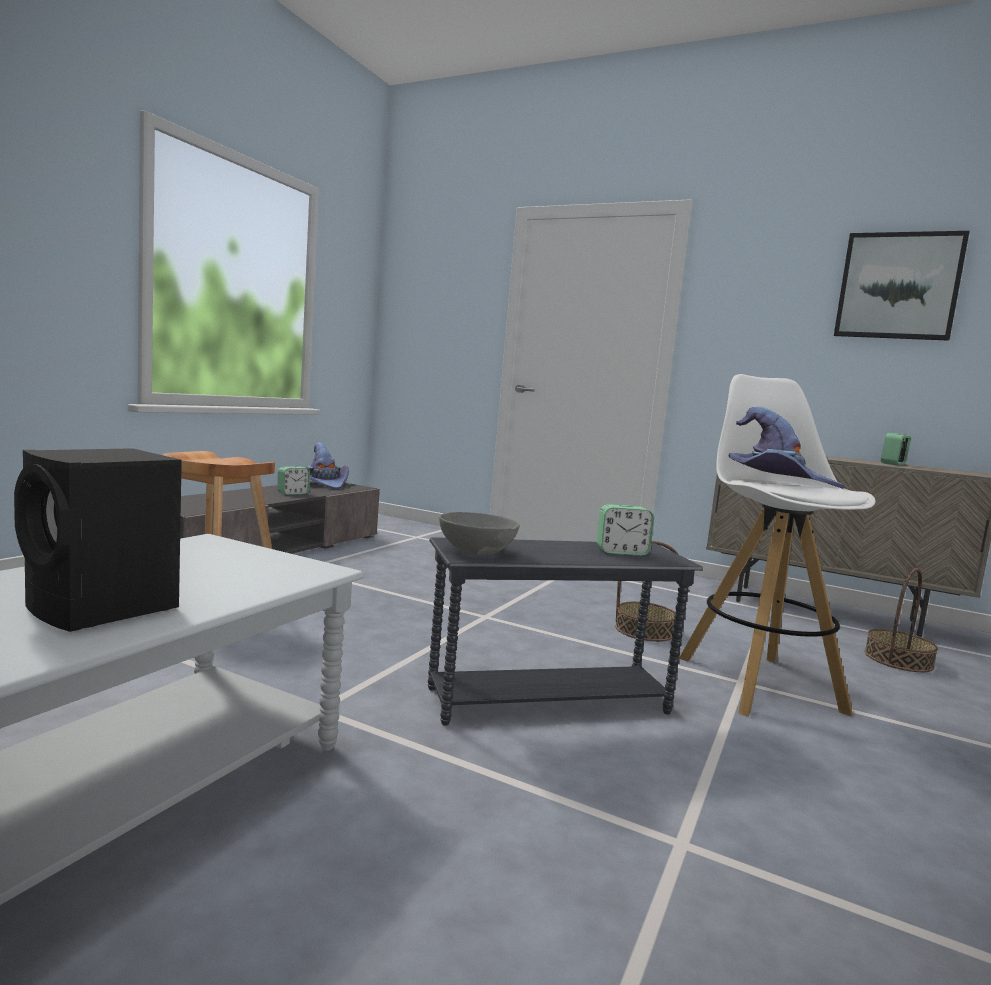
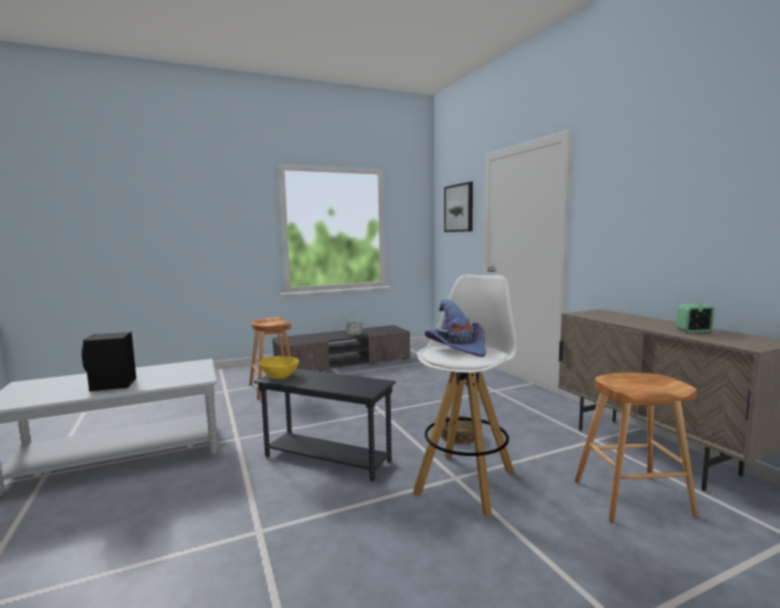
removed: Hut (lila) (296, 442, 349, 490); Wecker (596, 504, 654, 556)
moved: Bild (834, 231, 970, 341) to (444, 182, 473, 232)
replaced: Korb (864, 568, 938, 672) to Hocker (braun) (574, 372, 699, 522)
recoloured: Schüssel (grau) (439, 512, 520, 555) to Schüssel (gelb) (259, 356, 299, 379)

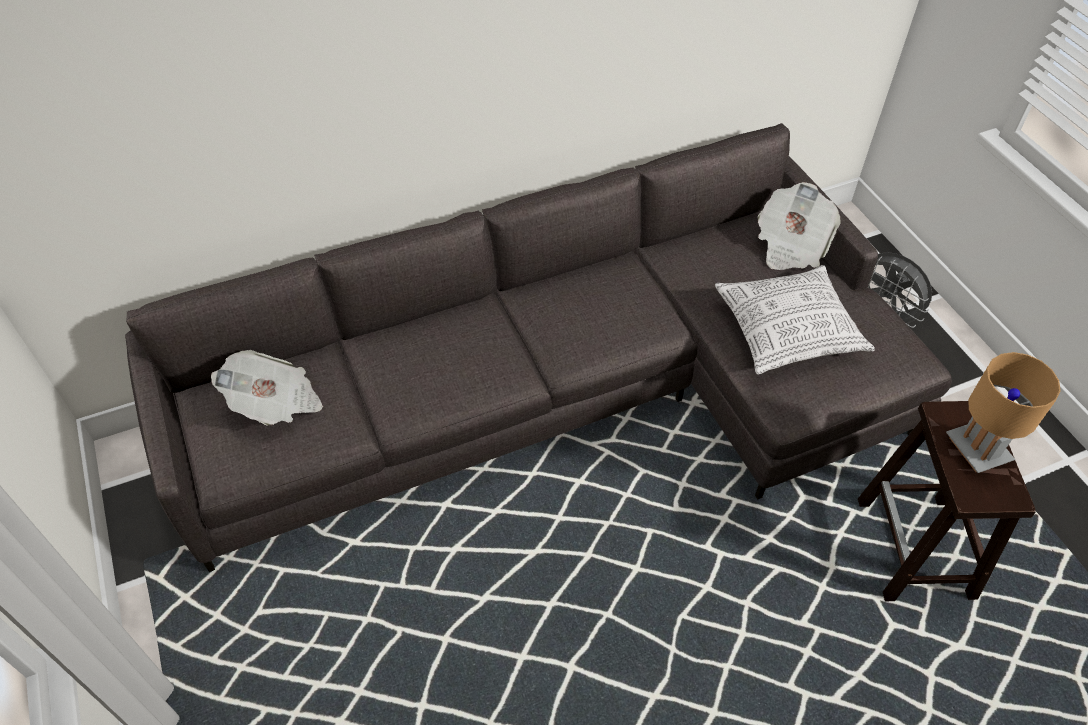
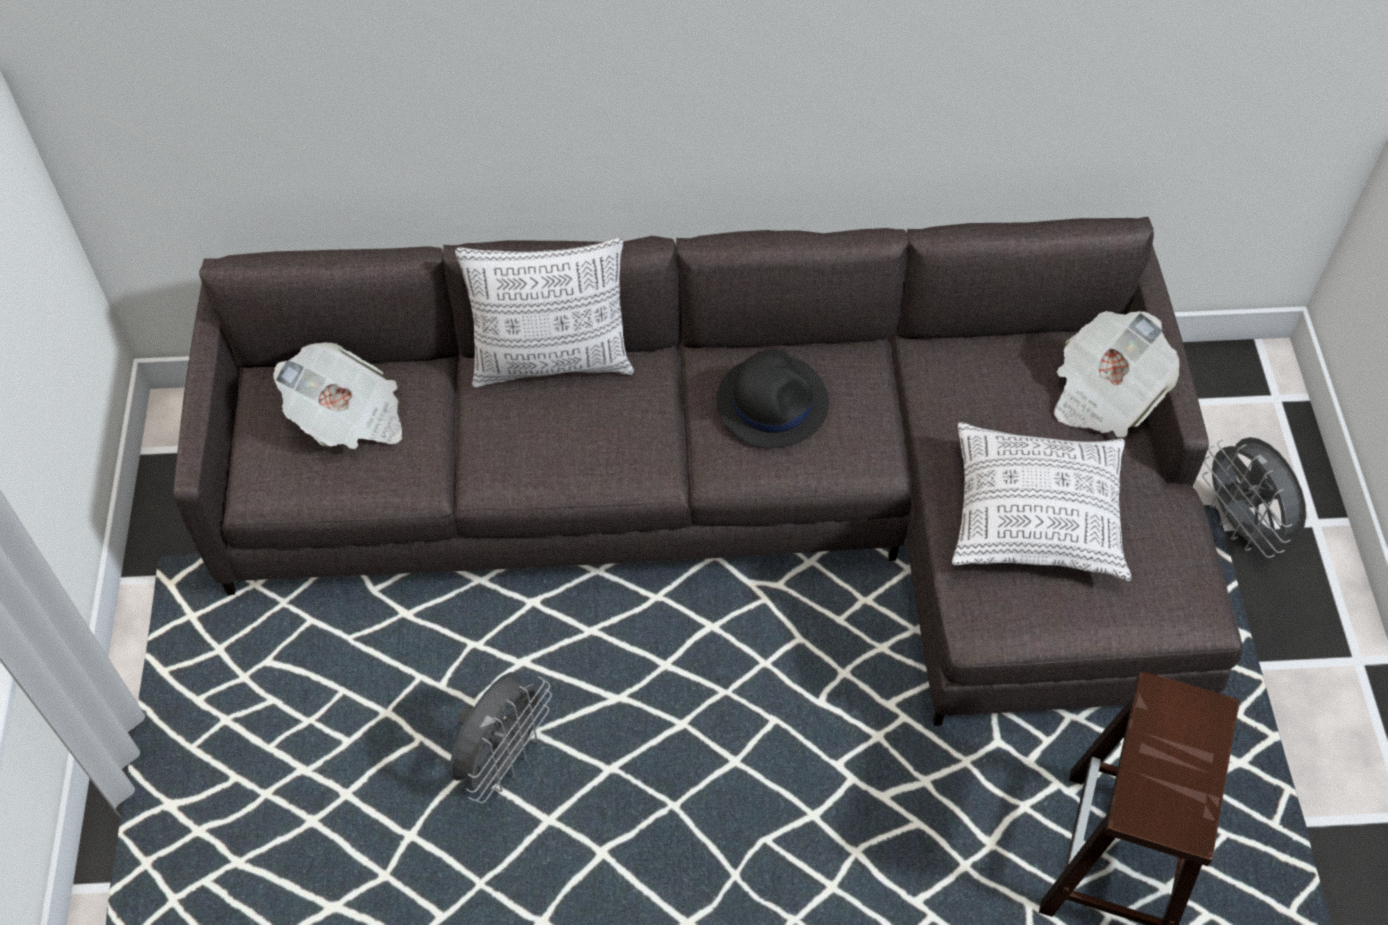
removed: Tischlampe (braun) (946, 352, 1061, 473)
added: Ventilator (grau) (450, 672, 552, 804); Kissen (455, 238, 634, 388); Hut (schwarz) (716, 350, 829, 448)

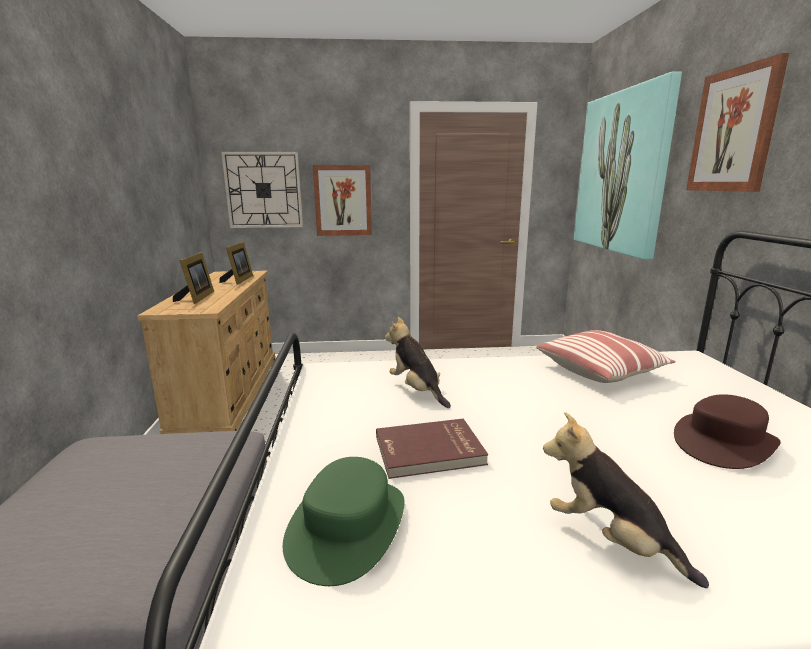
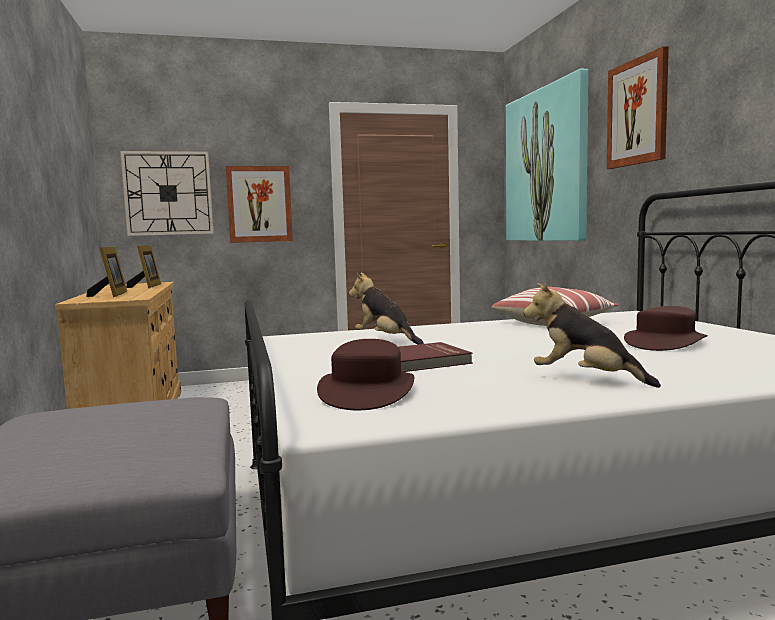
recoloured: Hut (grün) (283, 457, 405, 586) to Hut (braun) (317, 339, 414, 410)

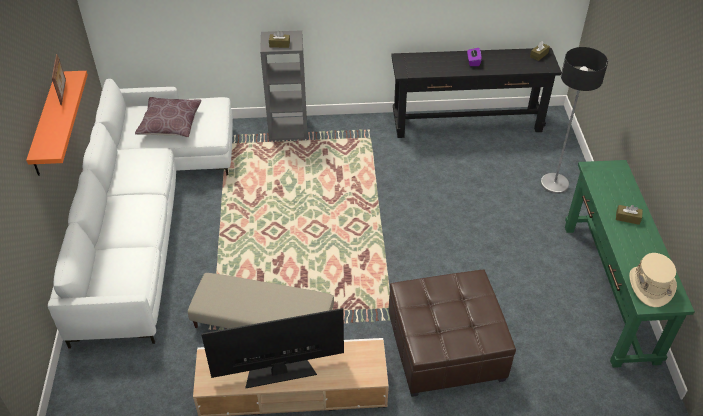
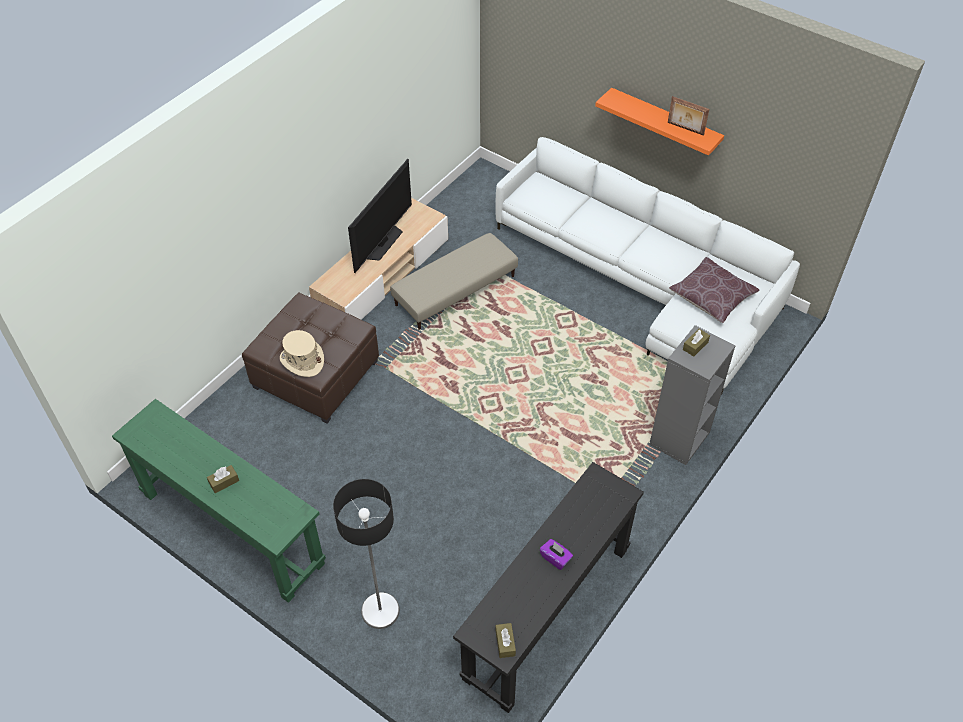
moved: Hut (beige) (629, 253, 677, 307) to (280, 330, 324, 377)

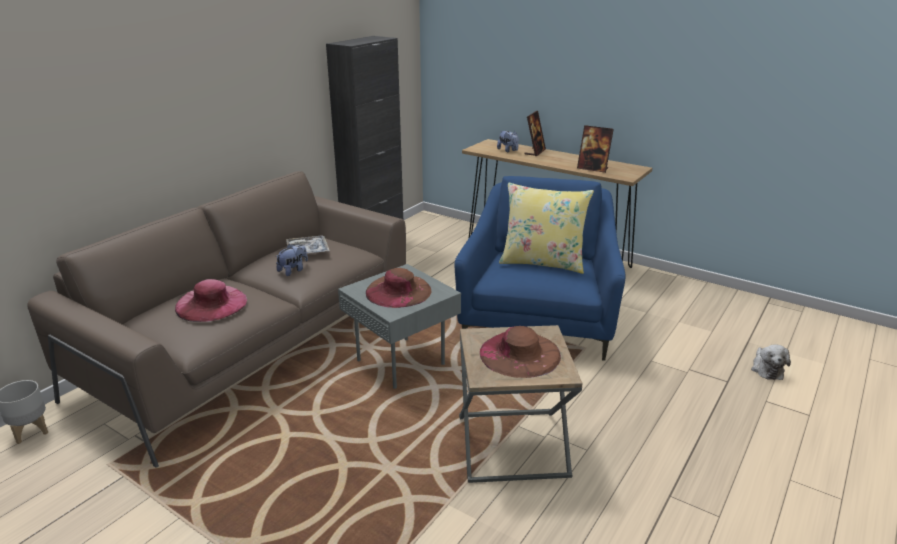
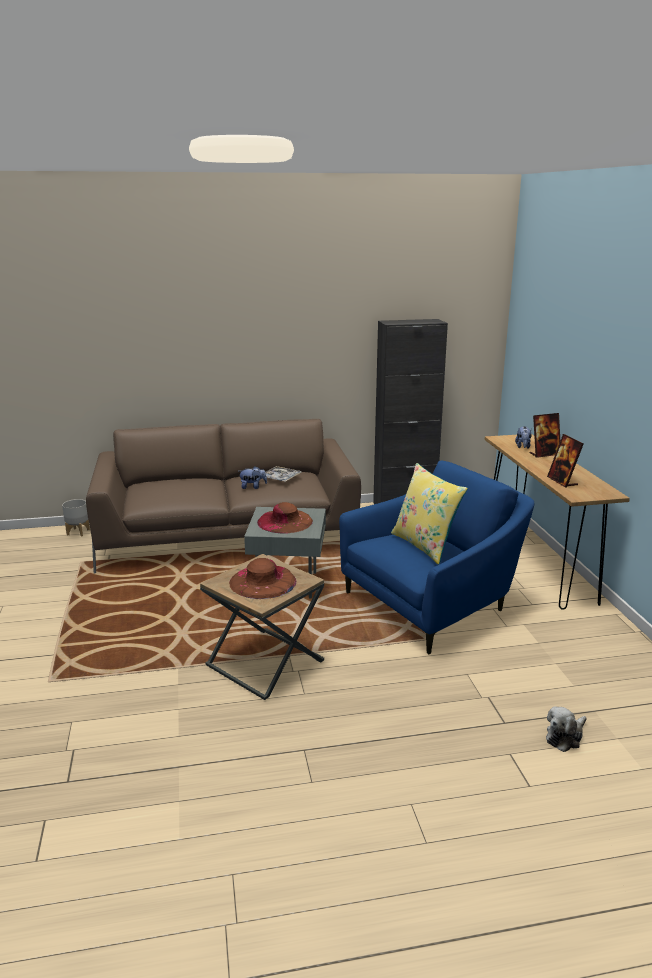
removed: Hut (rosa) (175, 279, 247, 322)

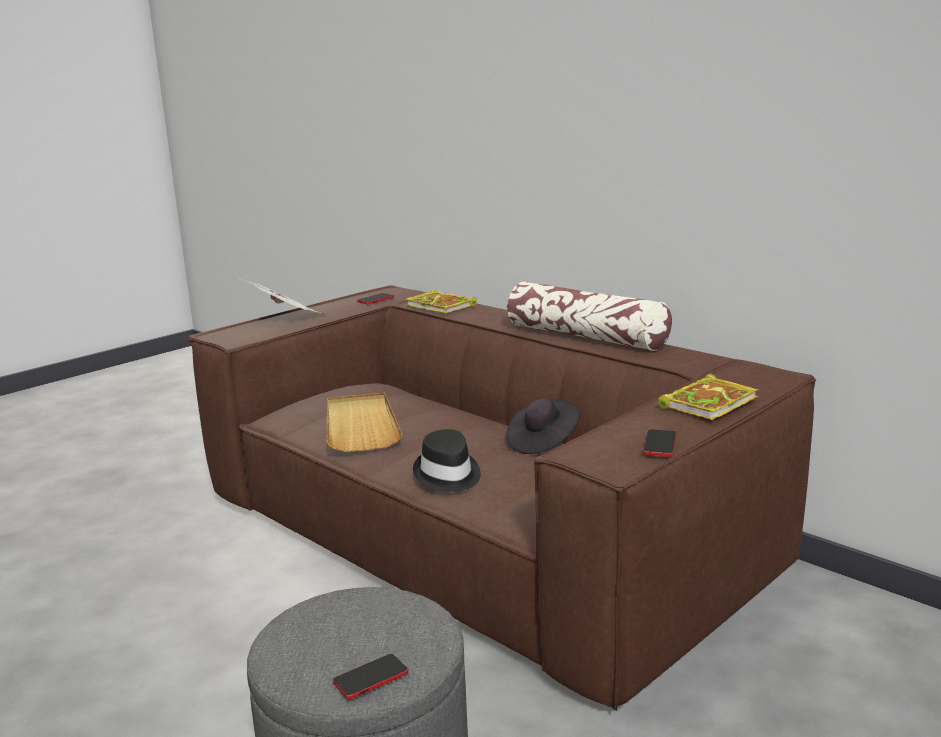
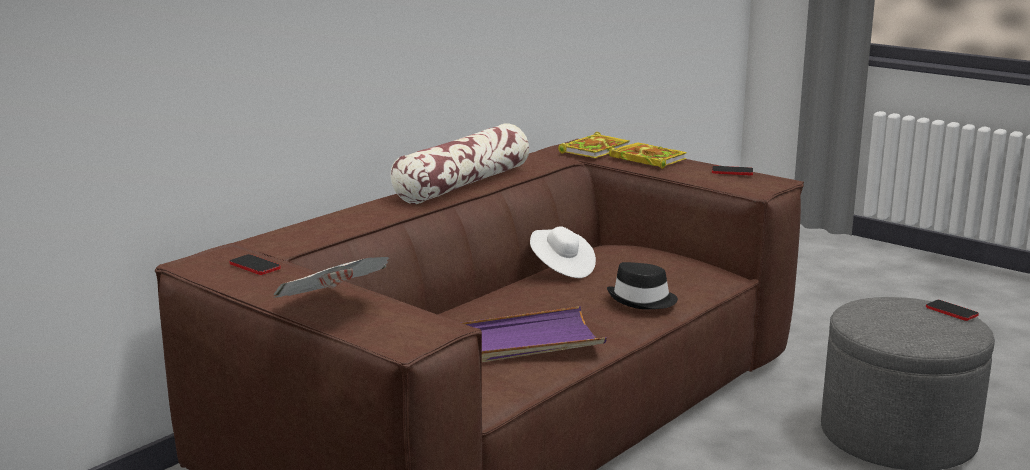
moved: Buch (406, 289, 477, 313) to (558, 132, 630, 158)
recoloured: Tablett (beige) (327, 393, 403, 452) to Tablett (lila) (460, 306, 607, 362); Hut (schwarz) (506, 398, 580, 454) to Hut (weiß) (530, 226, 596, 278)

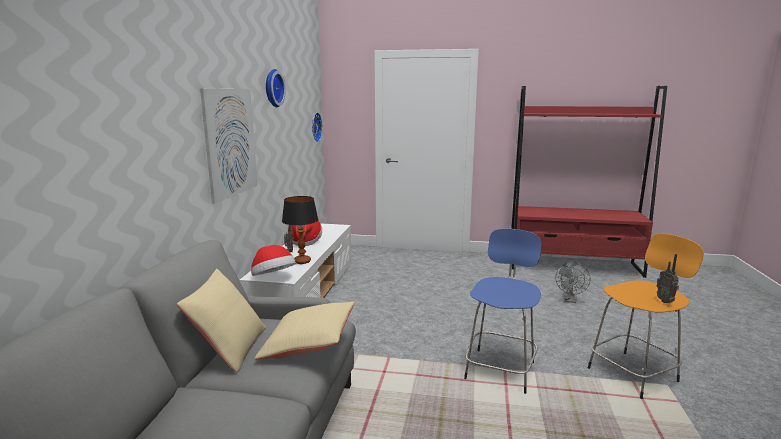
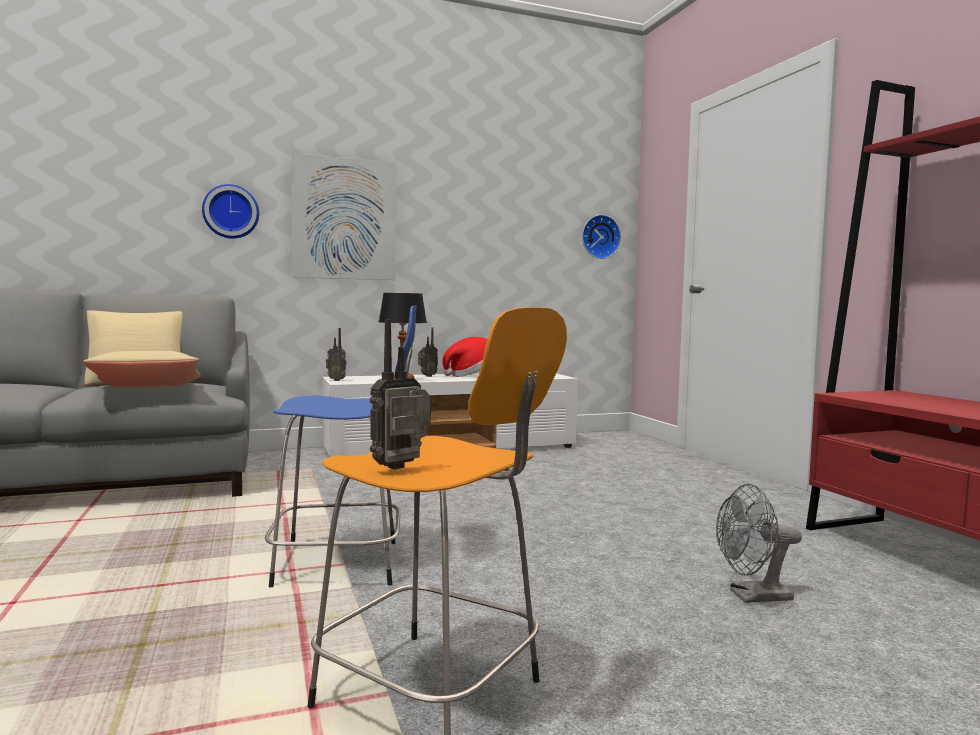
moved: Wanduhr (266, 69, 286, 107) to (202, 184, 259, 239)
replaced: Hut (251, 245, 296, 276) to Radio (326, 328, 346, 381)

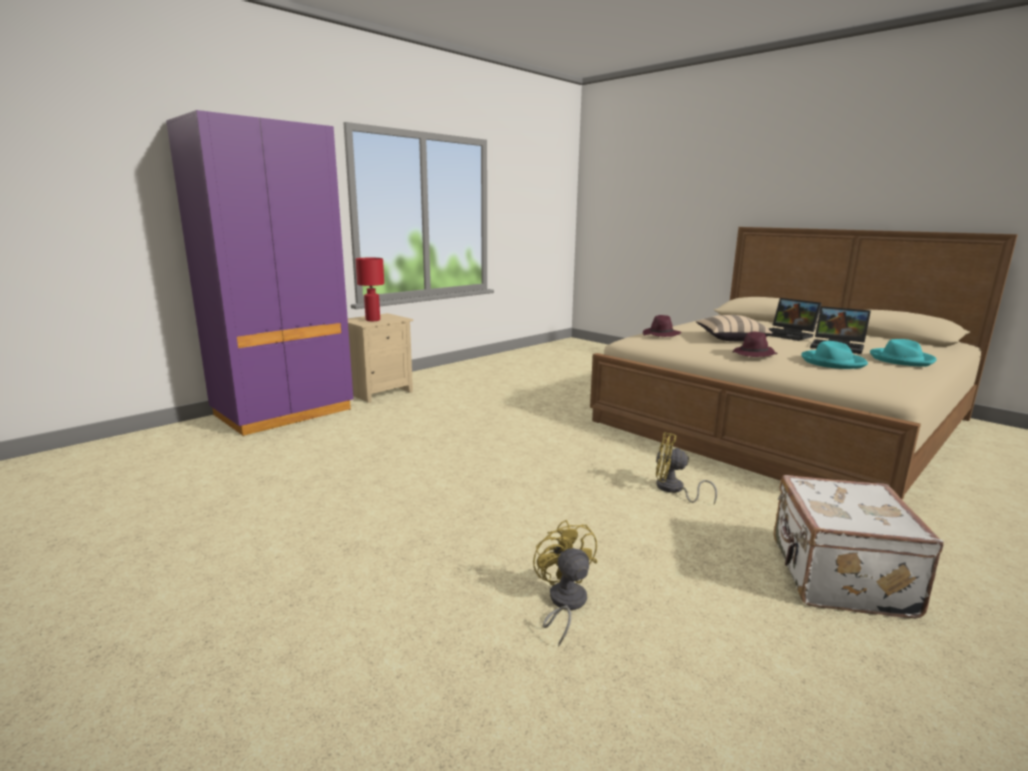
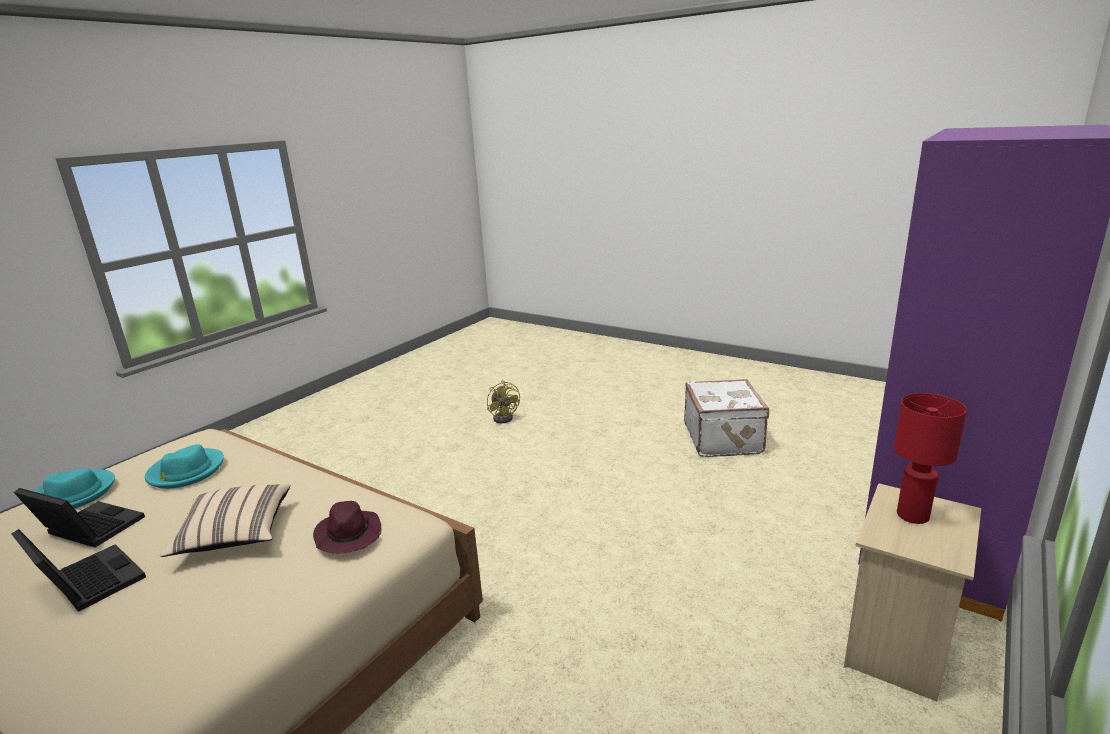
removed: Ventilator (gelb) (656, 432, 717, 504); Hut (lila) (732, 332, 777, 357)
moved: Koffer (weiß) (774, 475, 944, 619) to (684, 379, 769, 457)

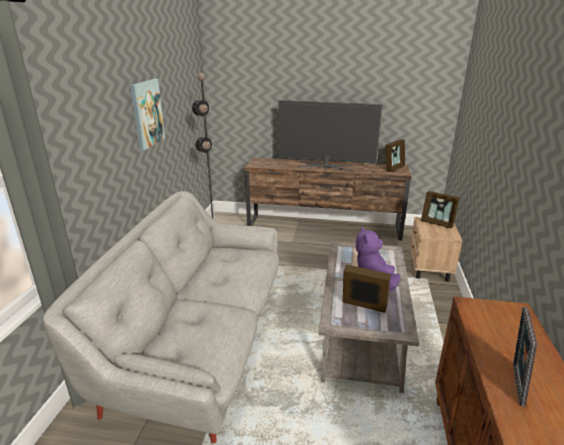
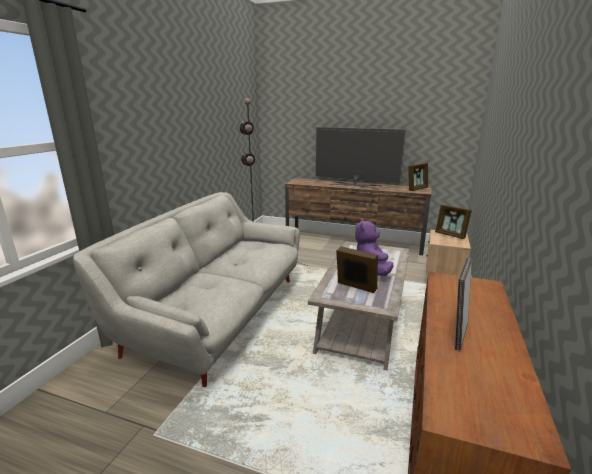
removed: Bild (130, 79, 165, 151)

